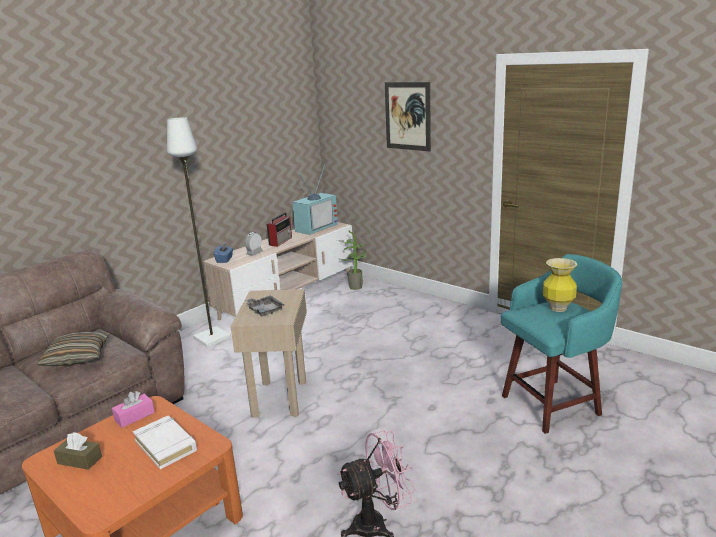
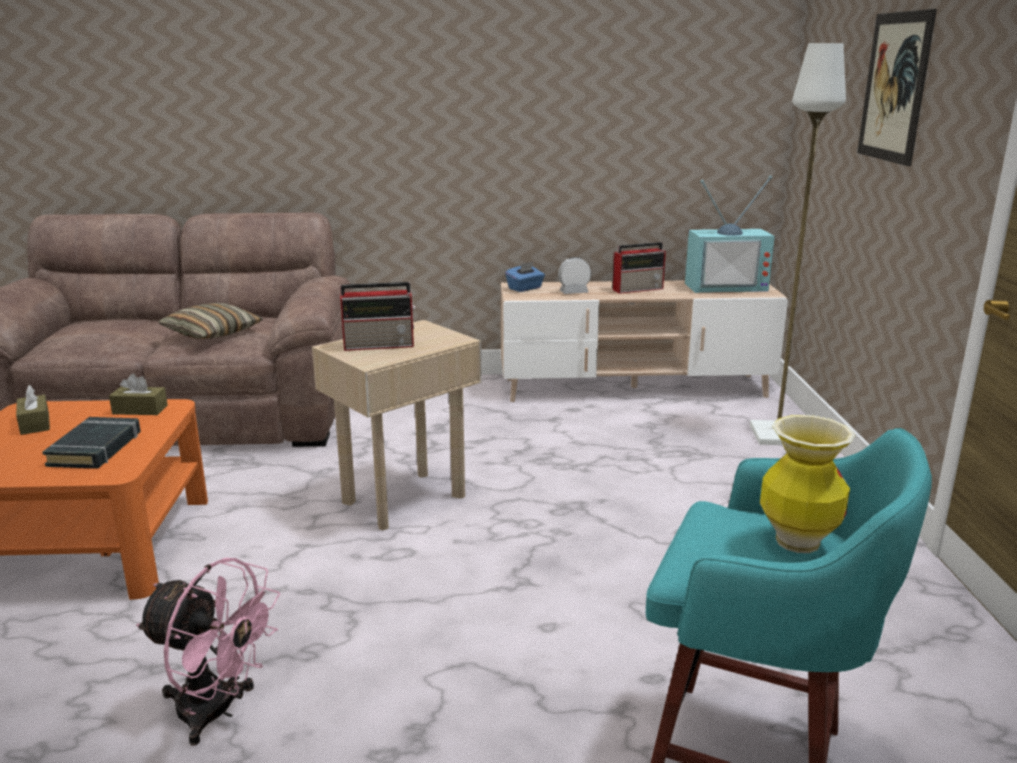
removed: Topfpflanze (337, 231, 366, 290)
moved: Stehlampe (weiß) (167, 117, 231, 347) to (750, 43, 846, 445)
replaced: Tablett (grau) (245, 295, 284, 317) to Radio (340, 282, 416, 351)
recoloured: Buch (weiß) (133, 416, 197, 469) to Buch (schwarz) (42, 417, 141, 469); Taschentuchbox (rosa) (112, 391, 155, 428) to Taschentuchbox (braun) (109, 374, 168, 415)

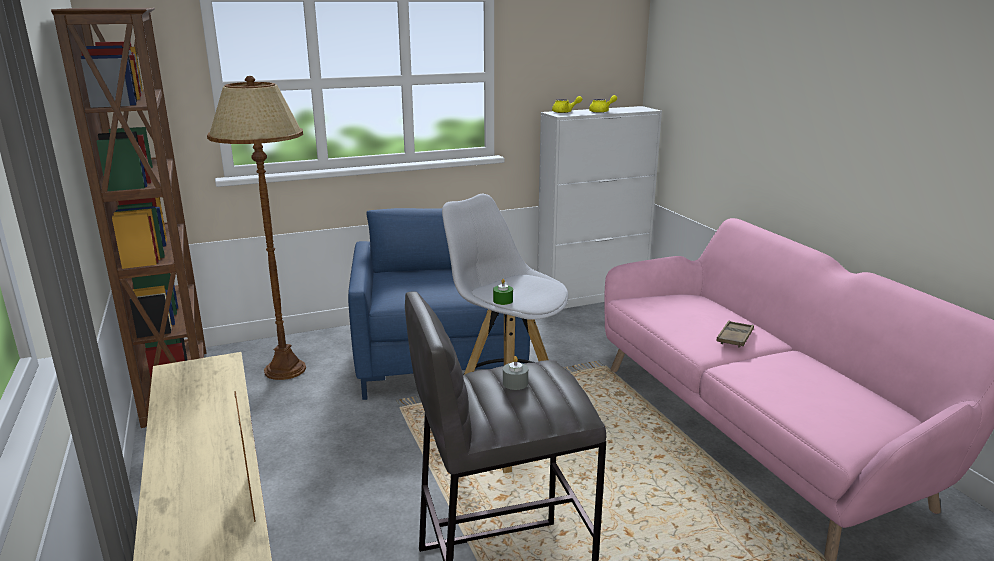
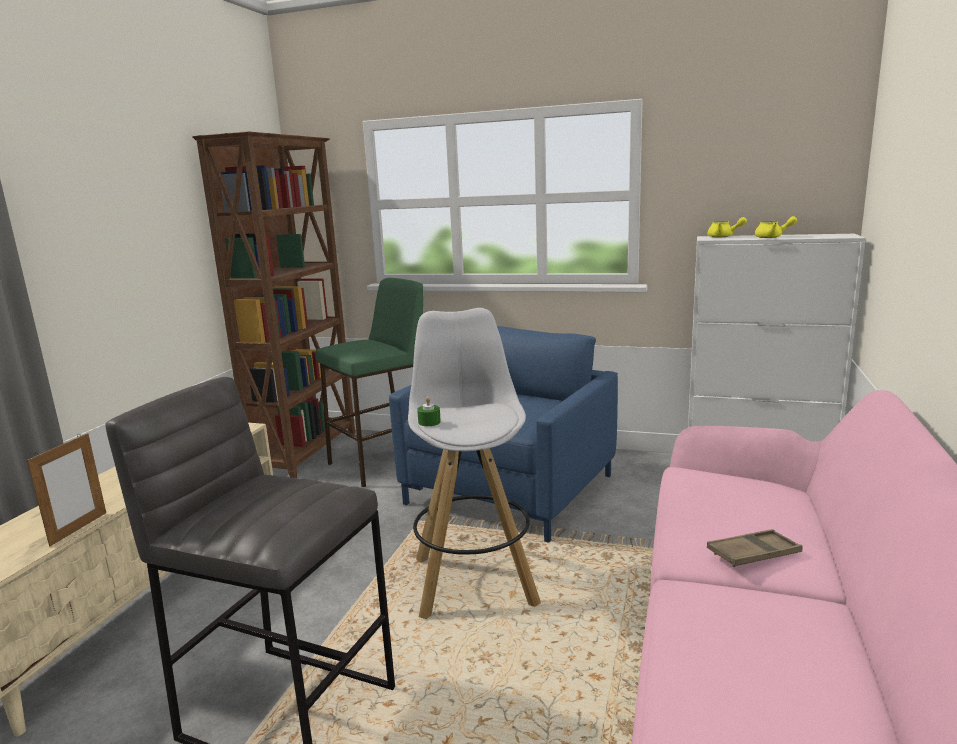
removed: Kerze (grau) (503, 356, 528, 390)
replaced: Stehlampe (braun) (207, 76, 306, 380) to Hocker (grün) (316, 278, 423, 487)

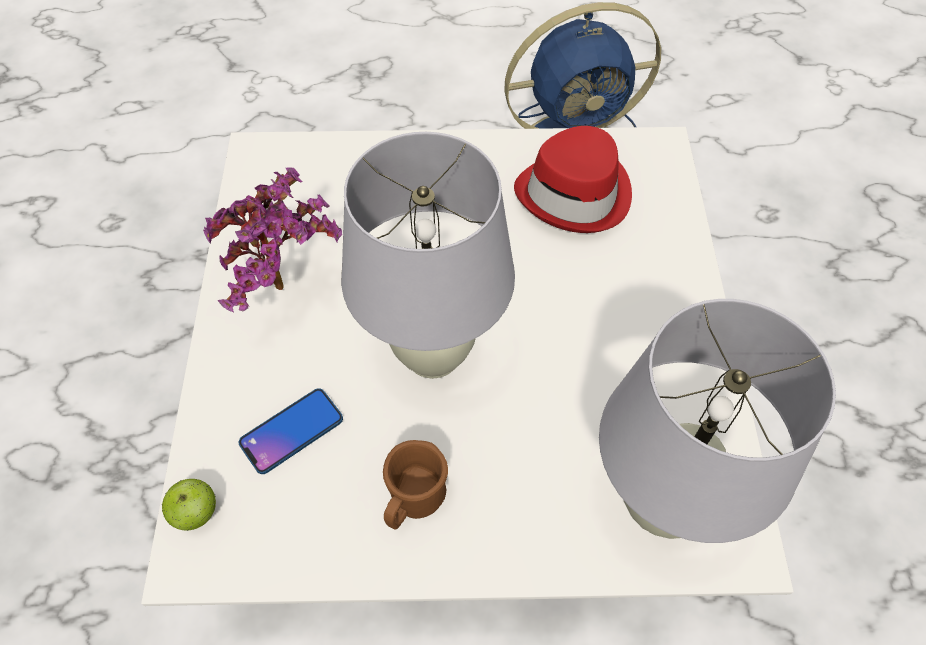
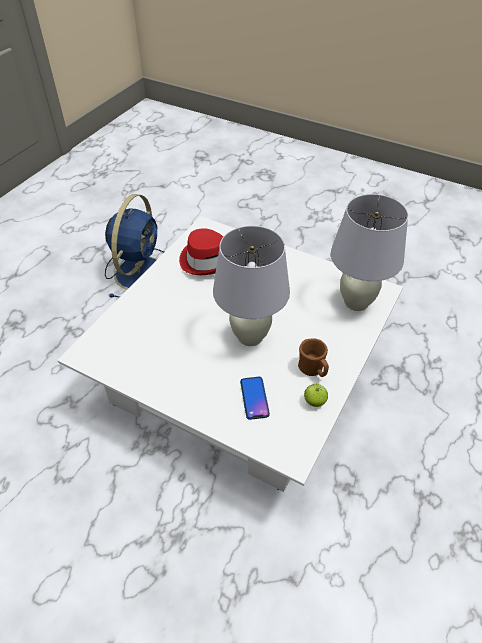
removed: Topfpflanze (203, 168, 342, 313)
moved: Apfel (162, 479, 216, 531) to (304, 384, 328, 407)

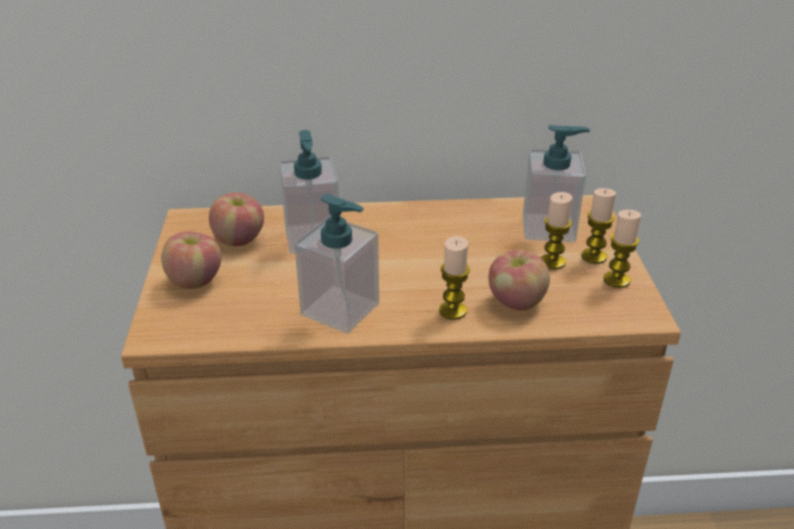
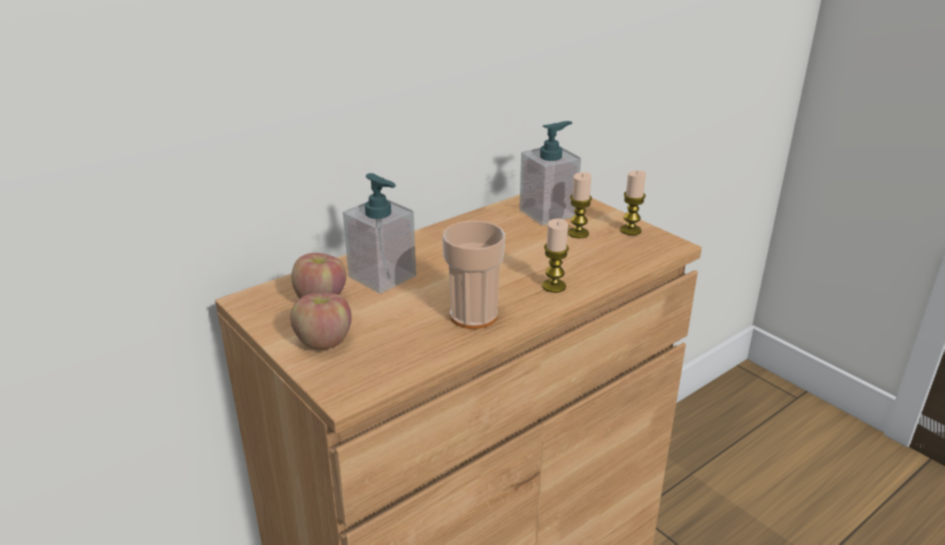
removed: Apfel (489, 250, 550, 310); Kerze (581, 188, 616, 264)
replaced: Seifenspender (294, 194, 379, 334) to Tasse (442, 221, 505, 329)

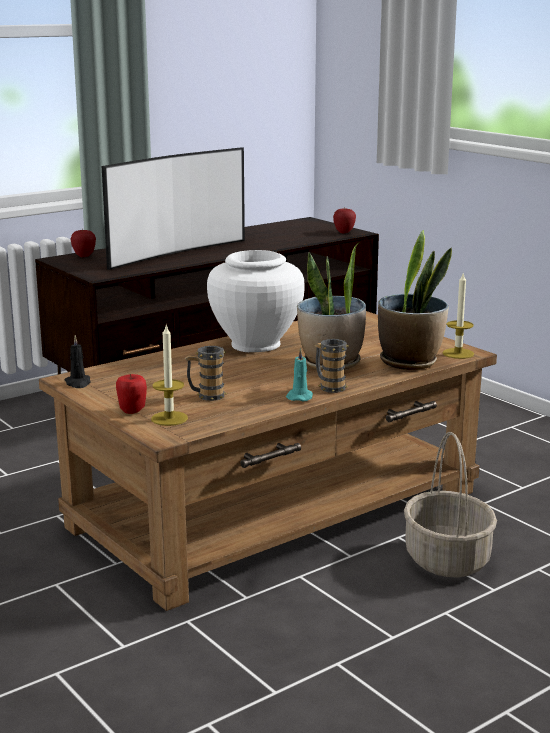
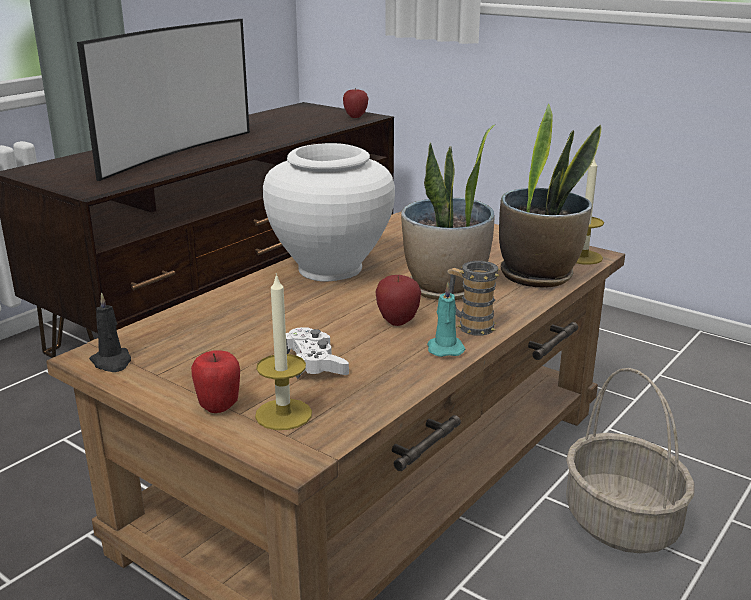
moved: Apfel (71, 229, 96, 257) to (376, 275, 421, 326)
replaced: Henkelbecher (184, 346, 227, 401) to Gamepad (weiß) (286, 327, 349, 379)

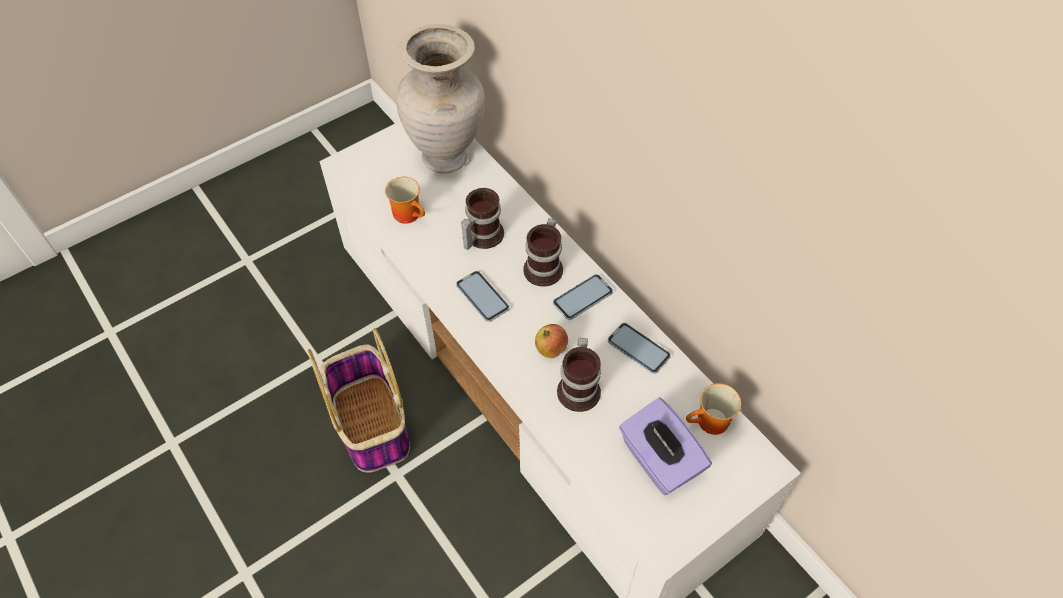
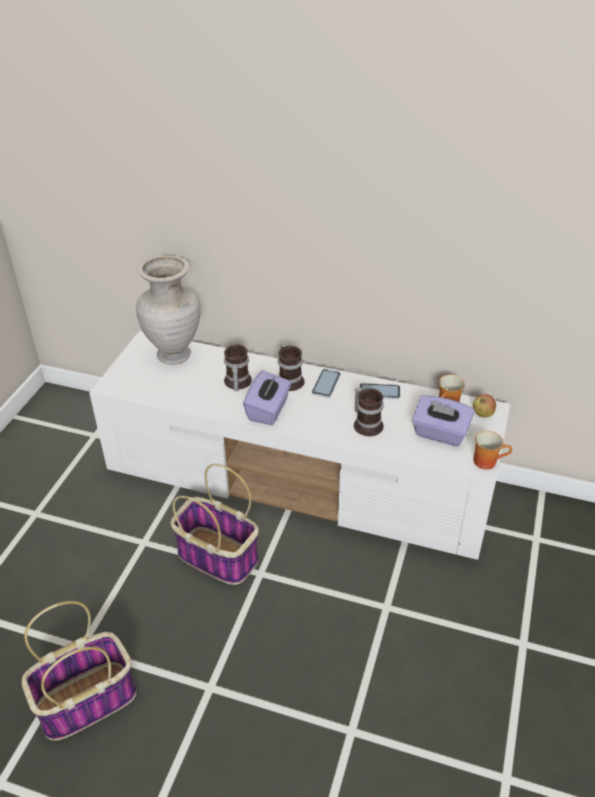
added: Korb (22, 601, 137, 741)
moved: Apfel (535, 324, 568, 358) to (473, 394, 496, 418); Henkelbecher (385, 177, 425, 224) to (474, 431, 512, 470)
replaced: Handy (456, 271, 510, 322) to Taschentuchbox (lila) (243, 370, 291, 425)

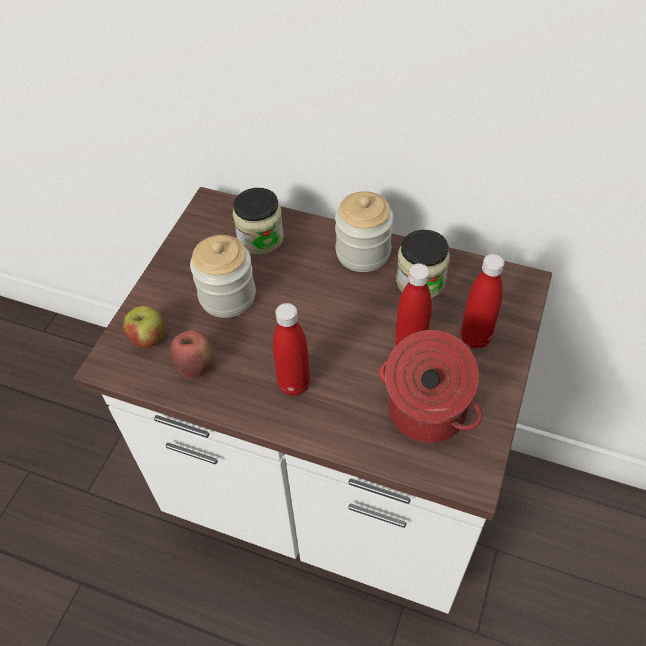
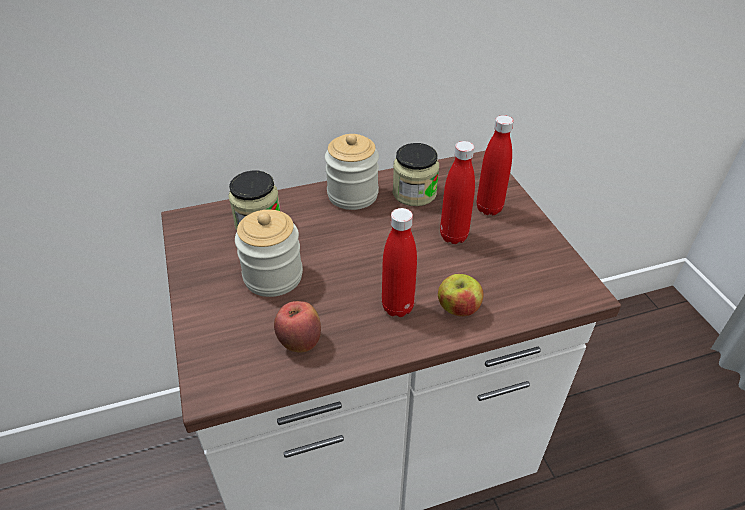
removed: Kochtopf (379, 330, 482, 443)
moved: Apfel (123, 306, 165, 348) to (438, 274, 484, 316)

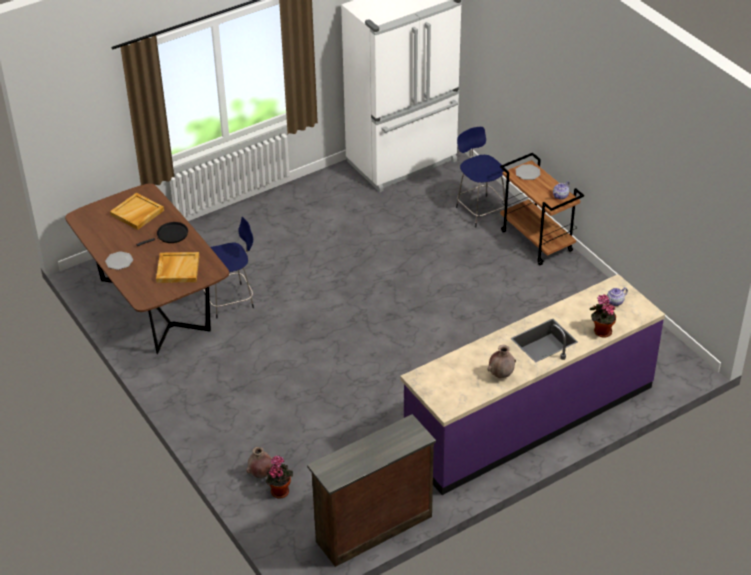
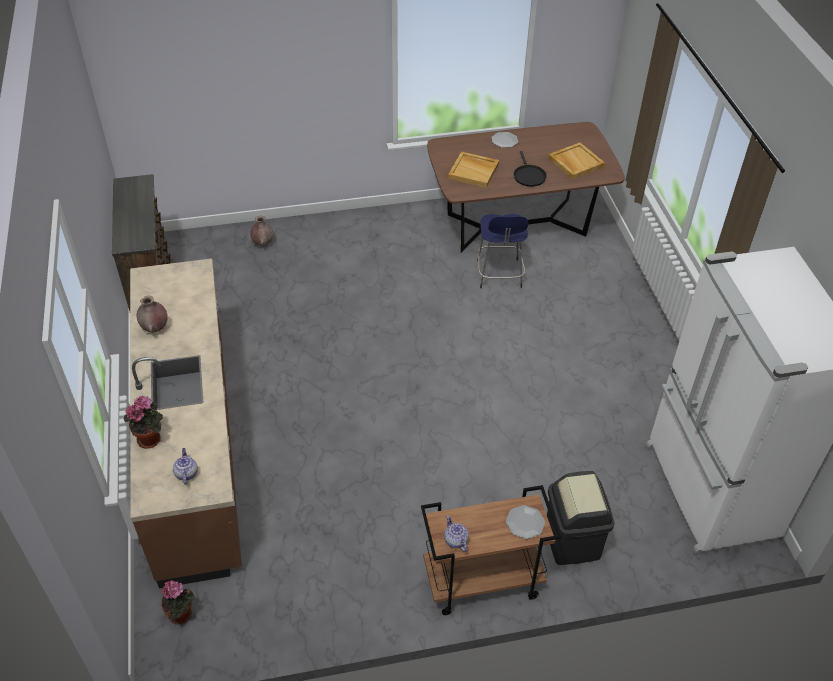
moved: Topfpflanze (266, 455, 293, 498) to (161, 580, 194, 624)
replaced: Hocker (blau) (456, 127, 505, 227) to Mülleimer (schwarz) (547, 471, 615, 565)
recoloured: Küchenzeile (lila) (400, 274, 665, 495) to Küchenzeile (braun) (130, 258, 242, 588)

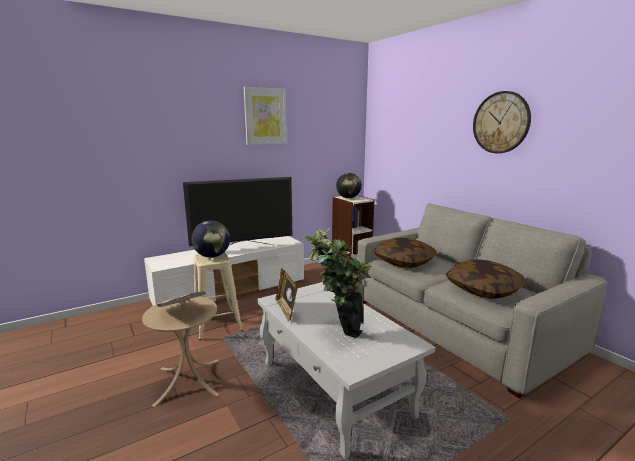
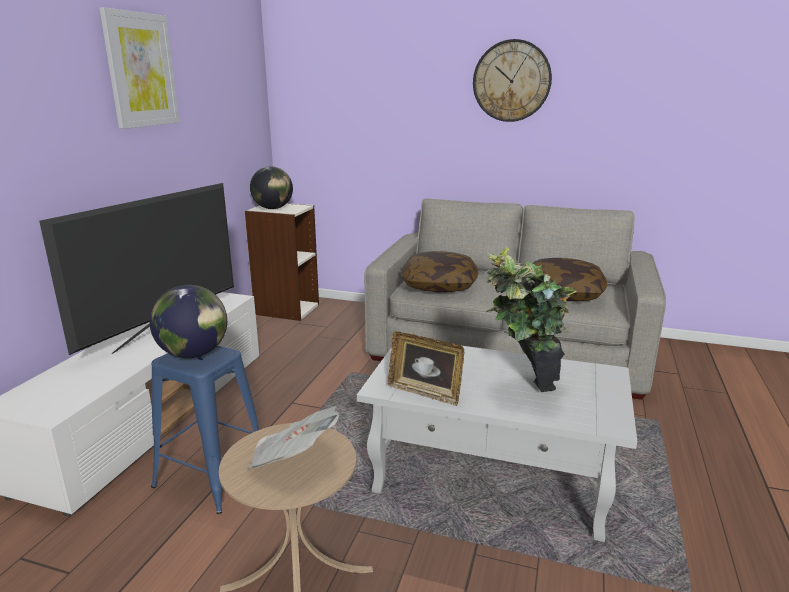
recoloured: Hocker (beige) (194, 252, 243, 340) to Hocker (blau) (151, 346, 259, 514)

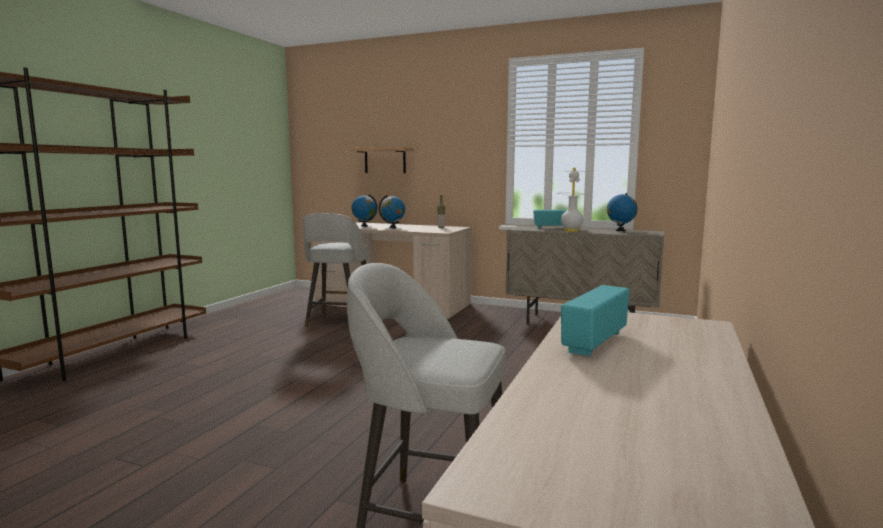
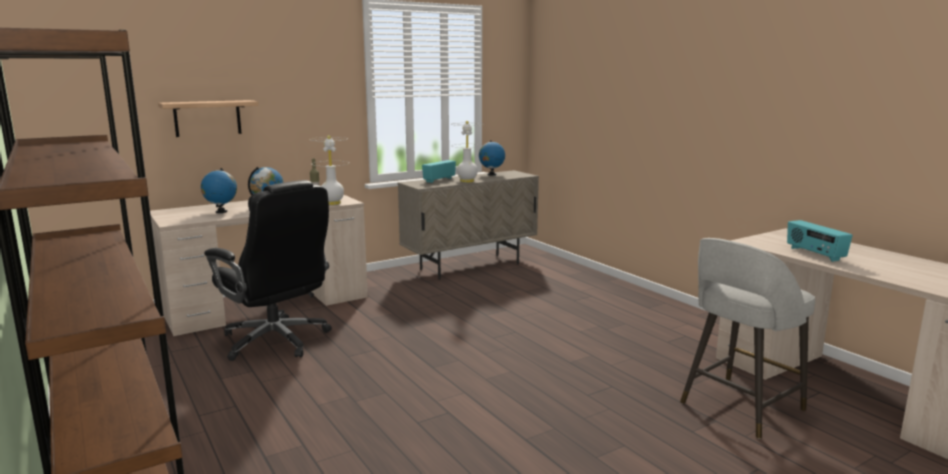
added: Tischlampe (weiß) (311, 135, 347, 205)
replaced: Hocker (grau) (303, 213, 368, 327) to Bürostuhl (schwarz) (204, 180, 332, 361)

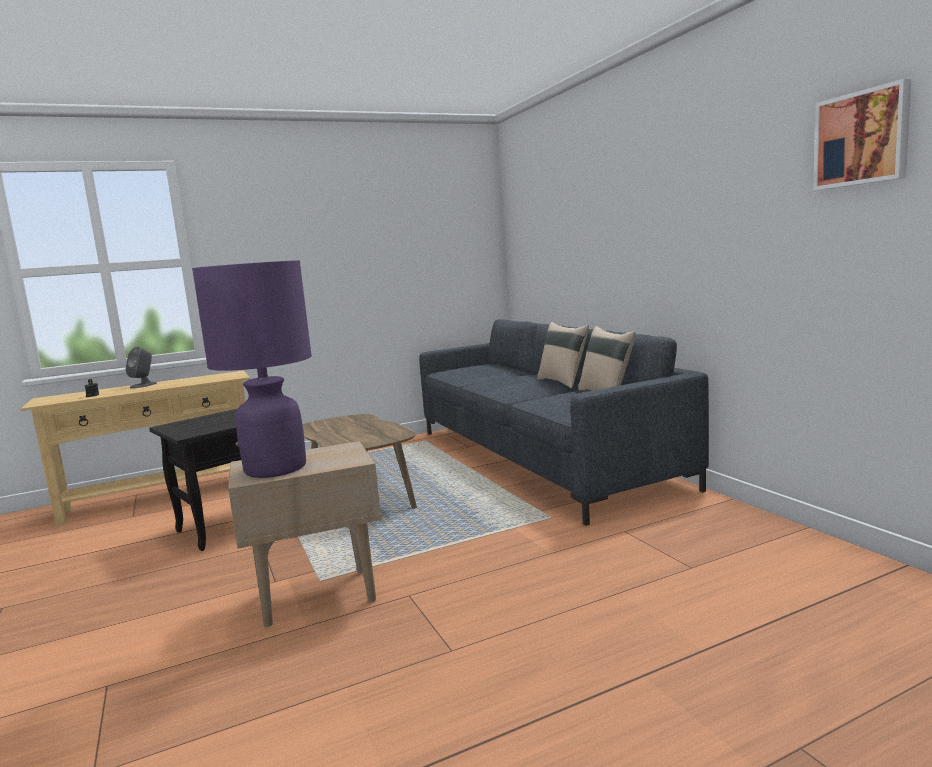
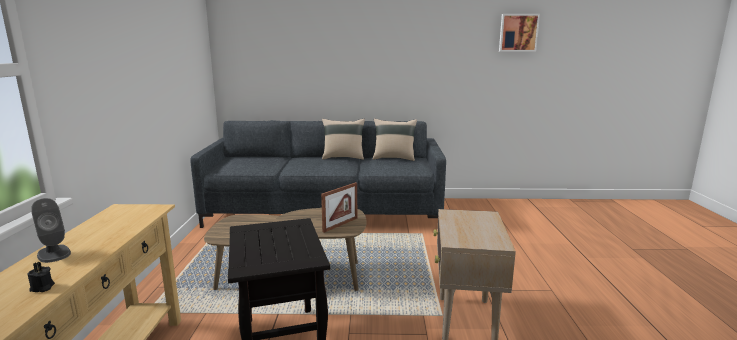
removed: Tischlampe (lila) (192, 260, 312, 478)
added: Bilderrahmen (321, 182, 357, 233)

